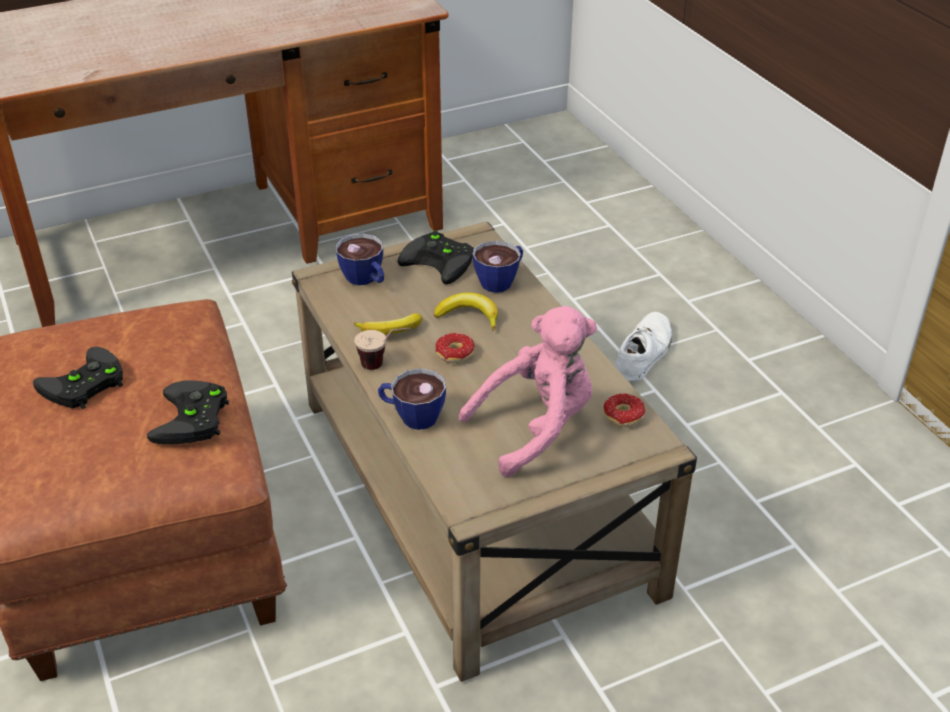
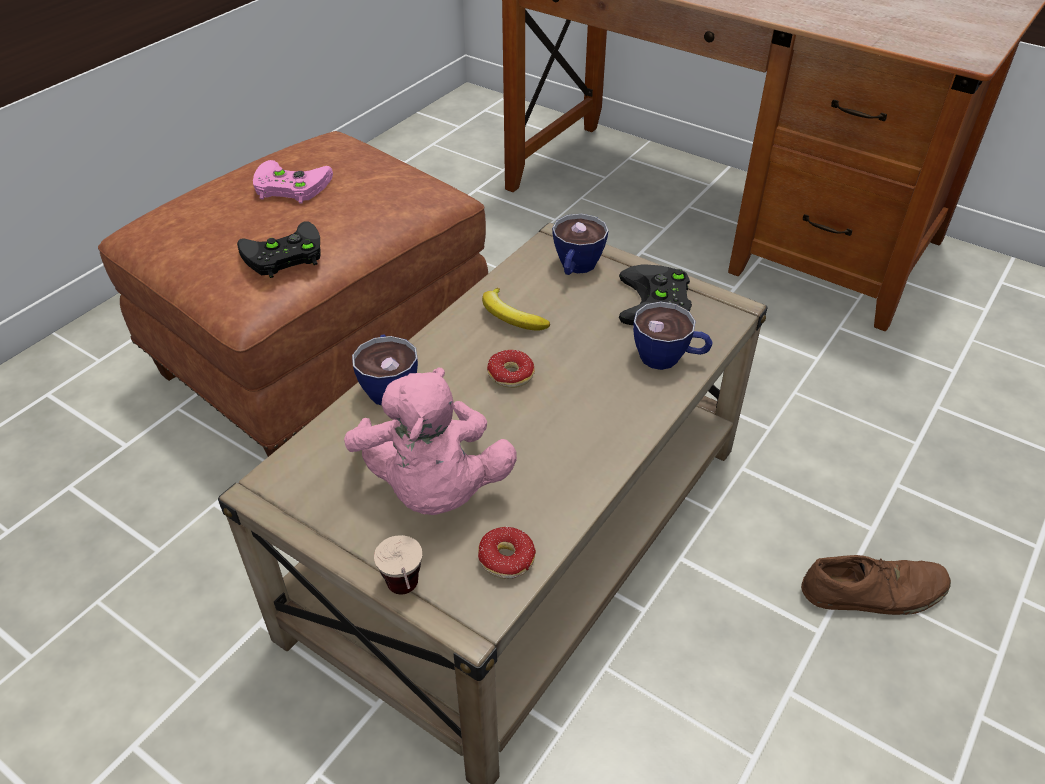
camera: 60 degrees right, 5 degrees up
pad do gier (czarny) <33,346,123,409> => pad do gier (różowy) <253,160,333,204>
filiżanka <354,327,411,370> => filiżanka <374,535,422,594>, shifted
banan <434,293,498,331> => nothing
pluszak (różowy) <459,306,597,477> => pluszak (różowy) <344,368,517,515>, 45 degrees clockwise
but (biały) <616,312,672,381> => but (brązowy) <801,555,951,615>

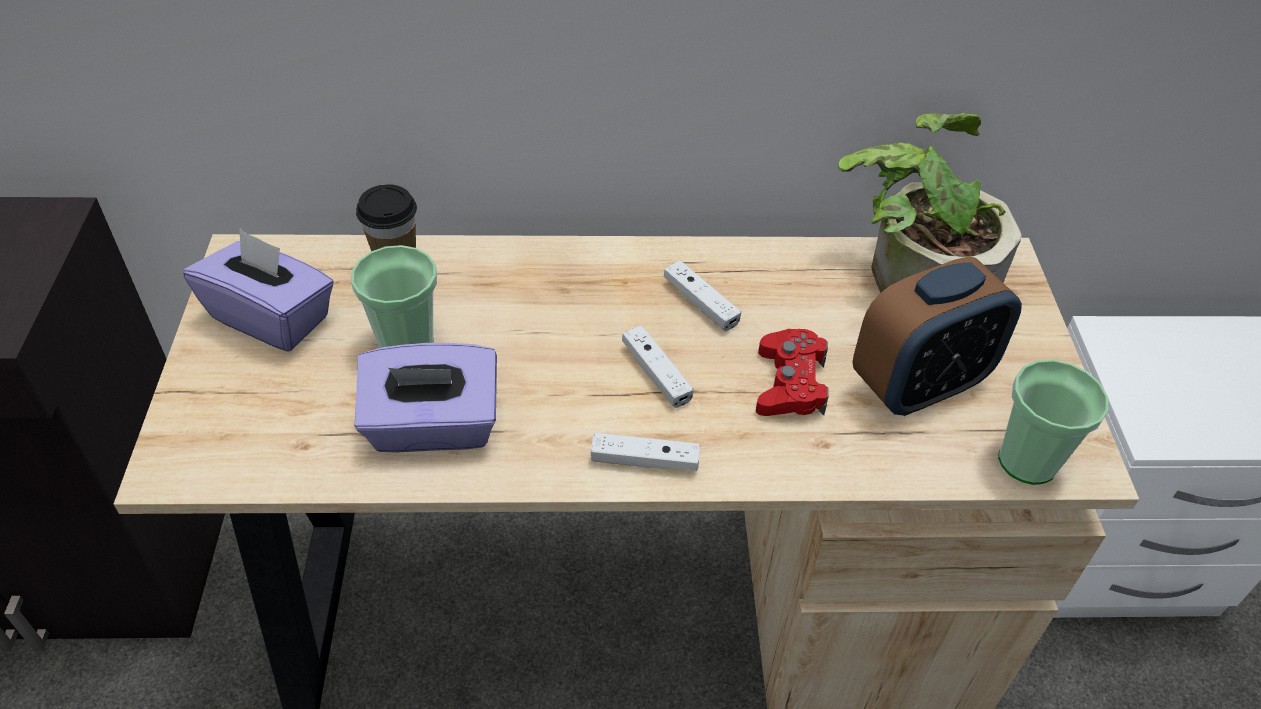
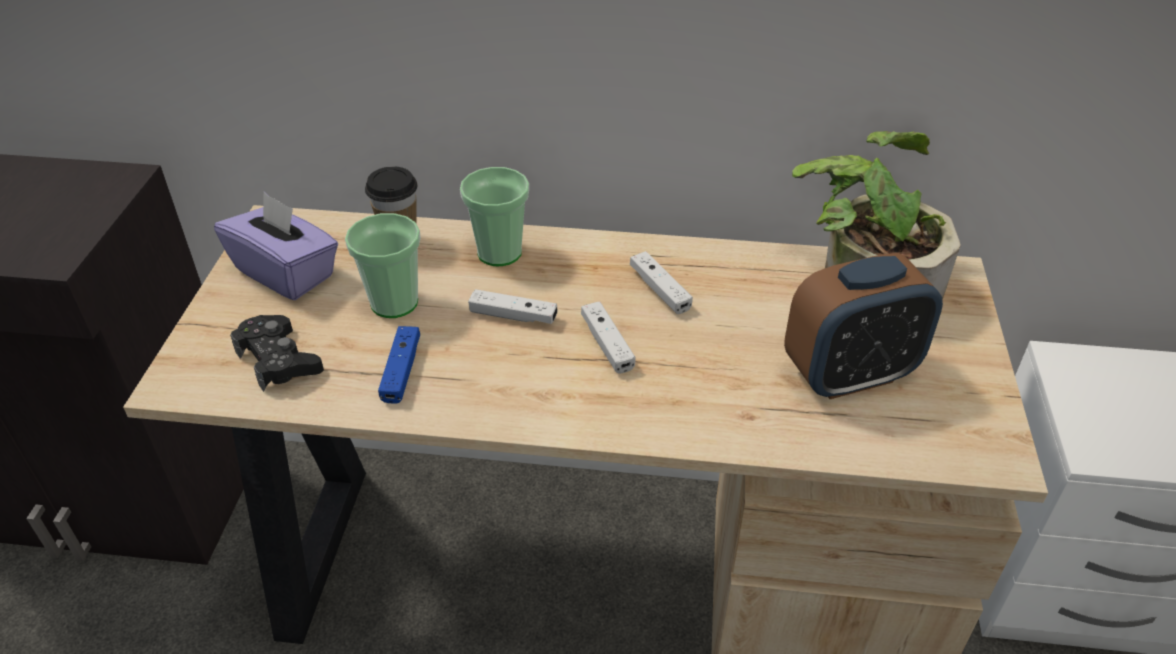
camera: 10 degrees right, 5 degrees down
pudełko chusteczek (fioletowy) <355,343,497,453> => pad do gier (niebieski) <378,326,420,404>
pad do gier (biały) <591,432,700,471> => pad do gier (biały) <468,289,558,324>, shifted
pad do gier (czerwony) <756,329,829,416> => nothing
filiżanka <998,359,1109,485> => filiżanka <460,167,529,266>, shifted
nothing => pad do gier (czarny) <230,315,324,392>

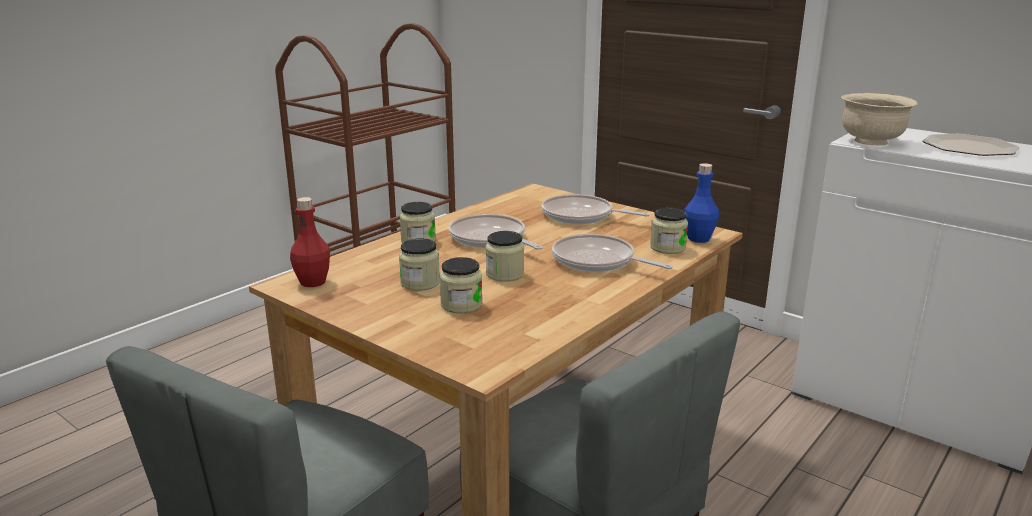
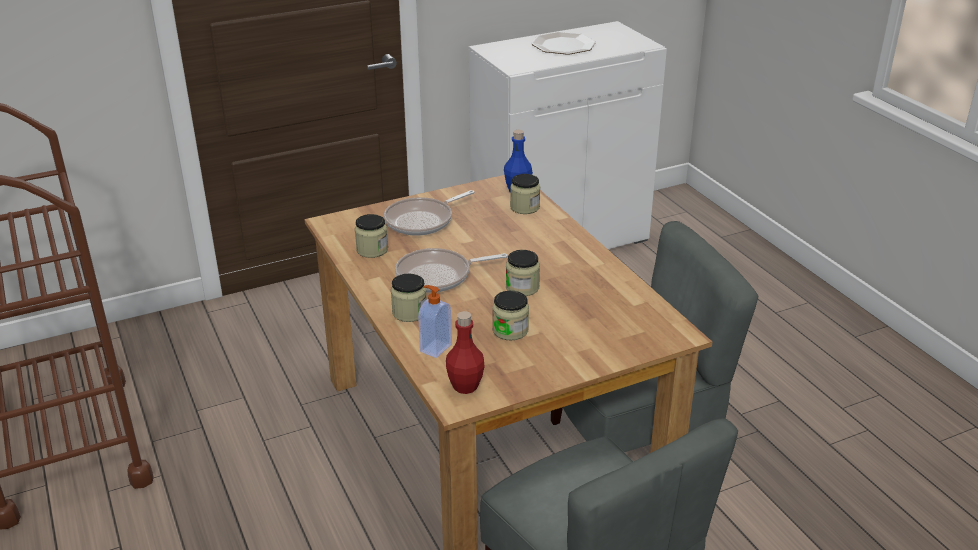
camera: 65 degrees left, 10 degrees up
słoik <440,257,483,314> => słoik <355,214,388,258>, shifted
patelnia <552,234,673,272> => nothing
miska (beżowy) <841,93,918,146> => nothing
nothing => dozownik mydła <418,285,452,358>

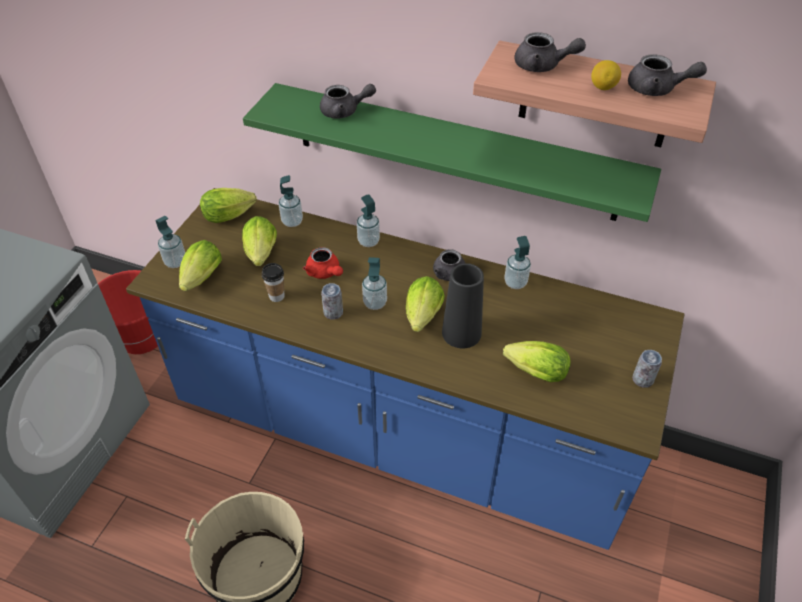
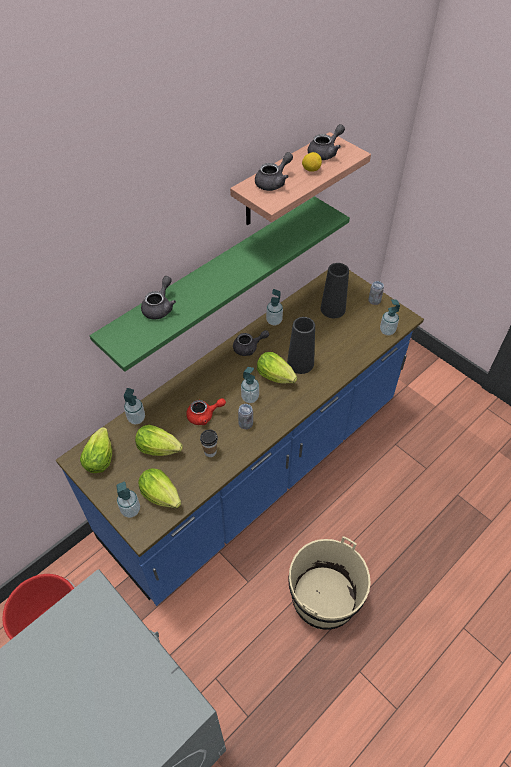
camera: 65 degrees left, 5 degrees up
dozownik mydła <357,194,380,247> => dozownik mydła <380,299,400,335>, shifted
sałata <503,341,571,382> => nothing
nothing => wazon (czarny) <321,263,349,318>

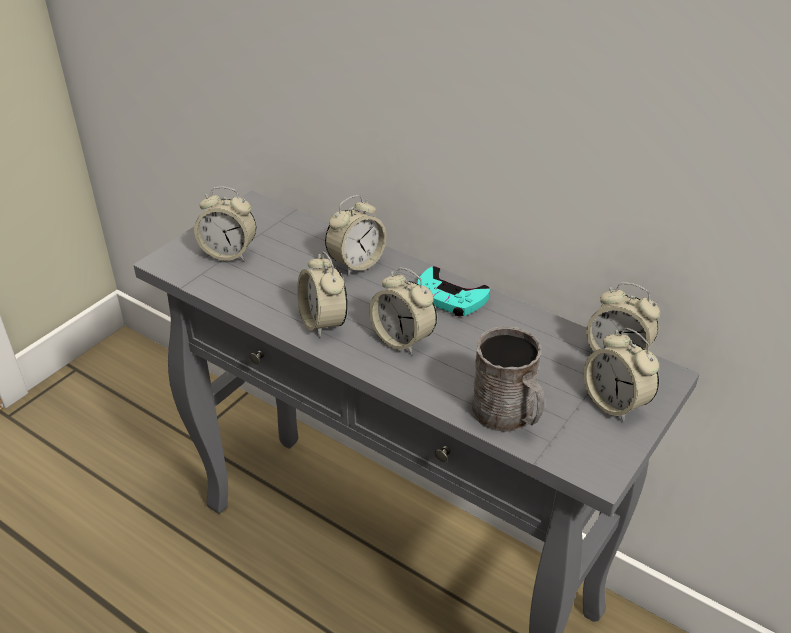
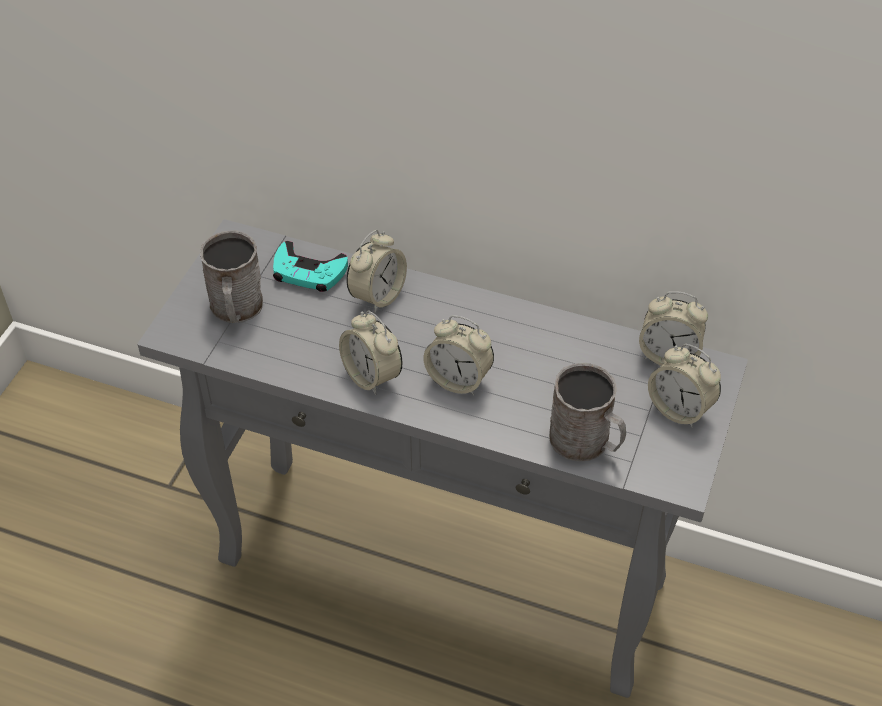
camera: 15 degrees left, 10 degrees up
budzik <194,186,256,261> => kubek (szary) <200,230,263,323>
pad do gier (turkusowy) <417,266,490,316> => pad do gier (turkusowy) <273,241,348,292>, shifted

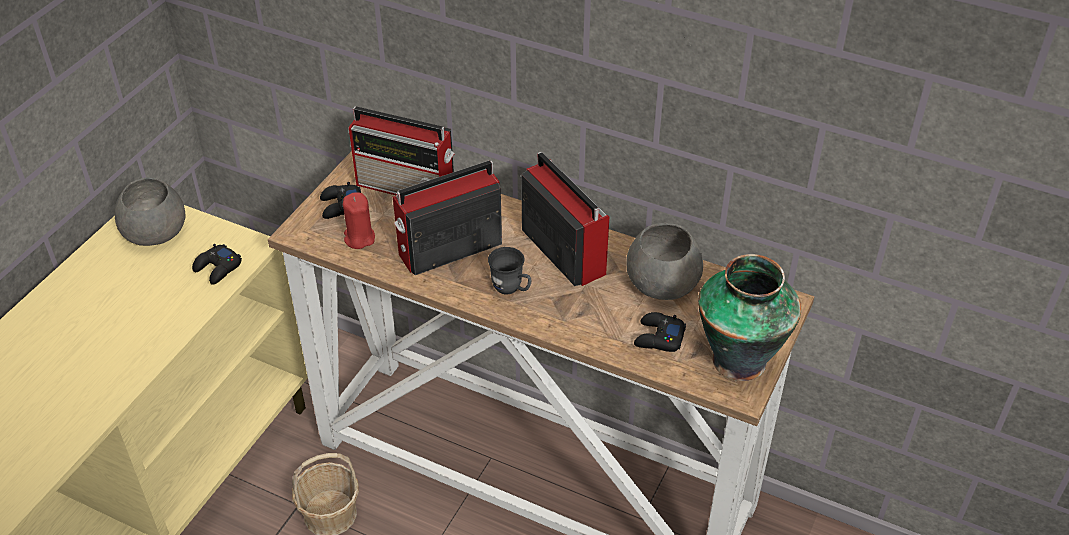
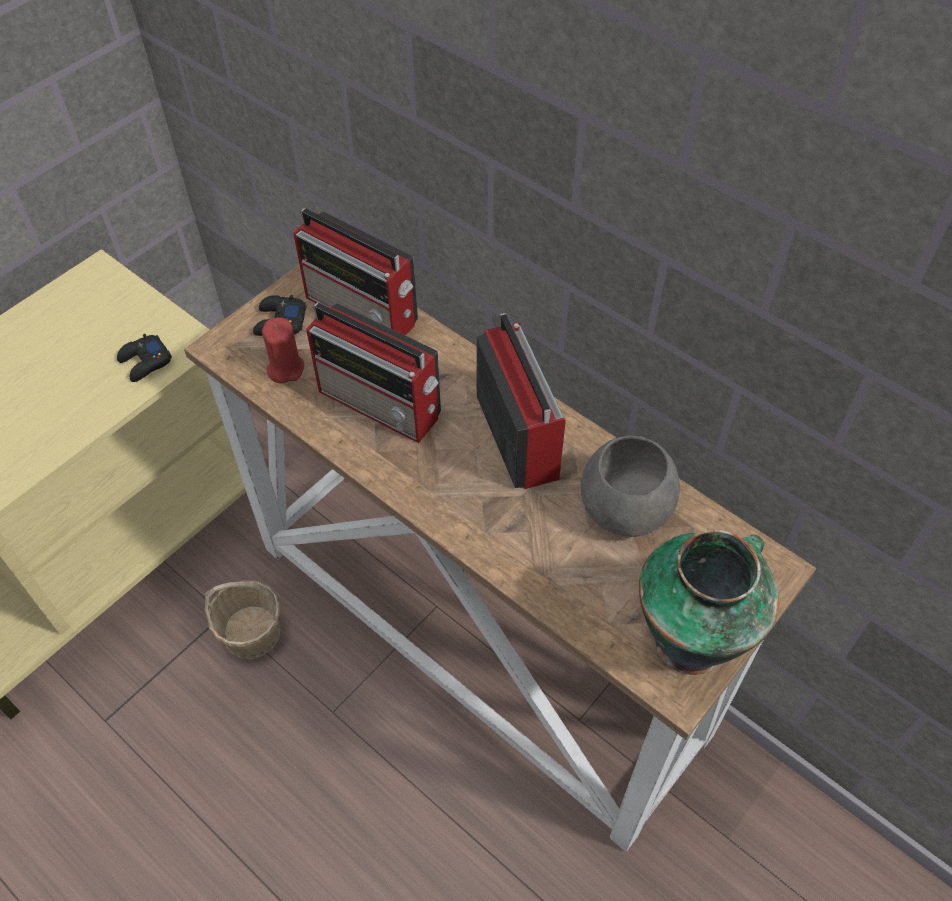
camera: 15 degrees right, 10 degrees up
miska (szary) <114,177,185,246> => nothing
radio <393,160,502,275> => radio <306,303,441,443>, 135 degrees counterclockwise
kubek (szary) <488,247,532,294> => nothing
pad do gier (czarny) <634,312,686,352> => nothing

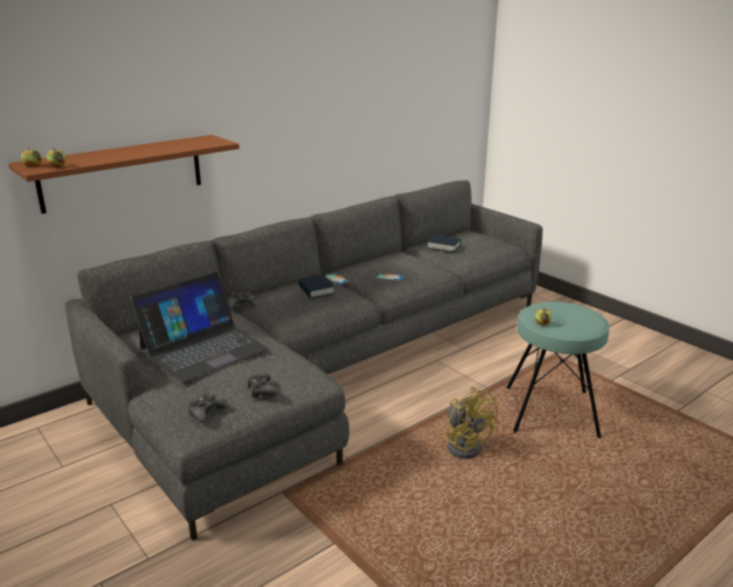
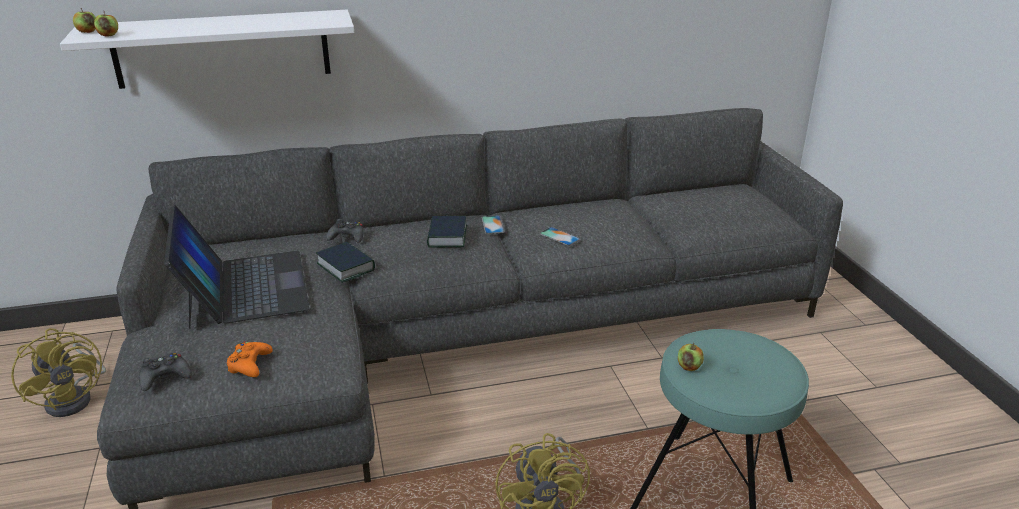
camera: 25 degrees right, 5 degrees up
półka (brązowy) <8,135,239,214> => półka (biały) <60,10,354,89>
laptop <131,272,268,383> => laptop <164,205,309,329>, 90 degrees counterclockwise
pad do gier (czarny) <247,373,278,398> => pad do gier (pomarańczowy) <227,341,273,377>
książka <427,235,461,253> => książka <316,242,375,283>, shifted
nothing => wentylator (żółty) <11,328,106,417>

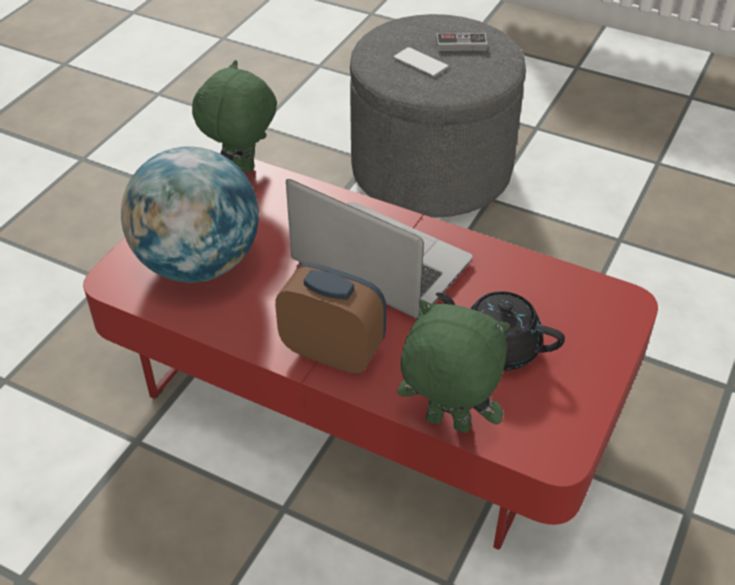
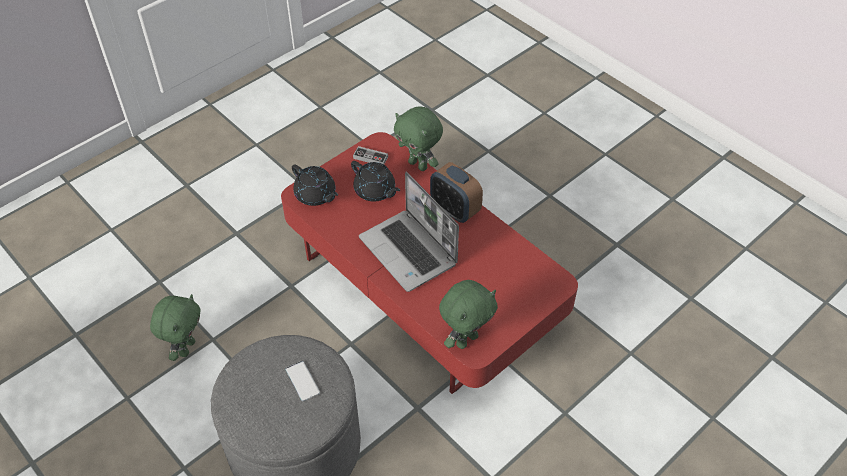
camera: 160 degrees left, 5 degrees up
globus <121,147,259,283> => nothing
pad do gier <436,33,488,51> => pad do gier <353,146,388,164>, shifted
nothing => pluszak (zielony) <150,294,201,361>
nothing => imbryk (czarny) <292,165,338,206>

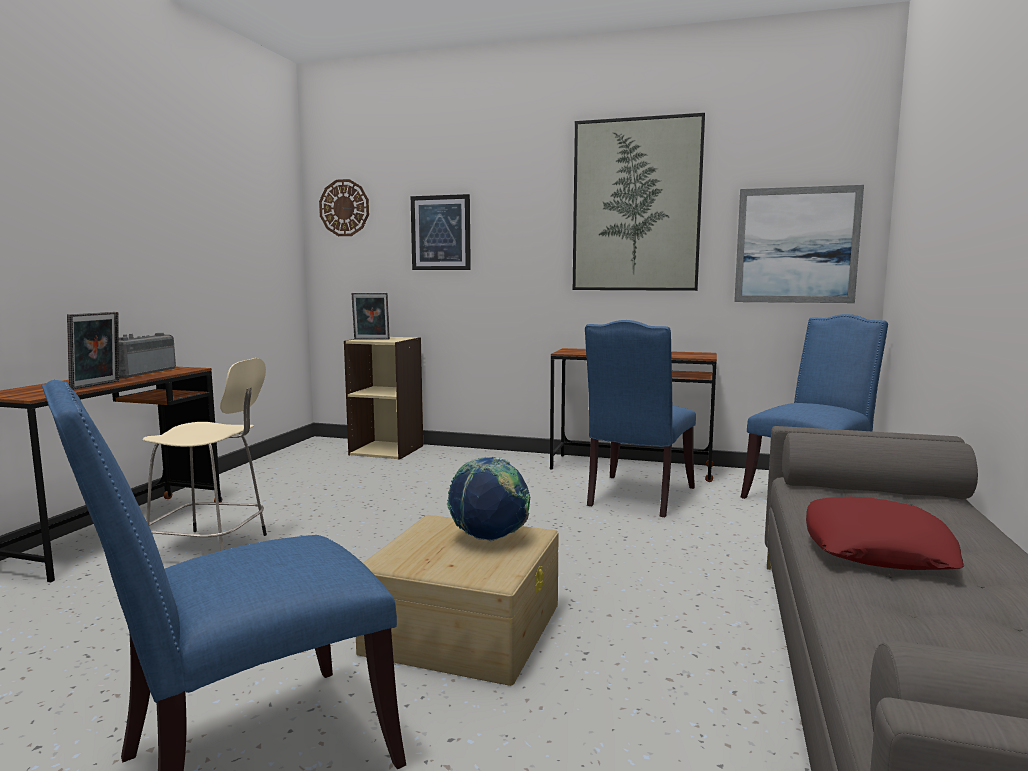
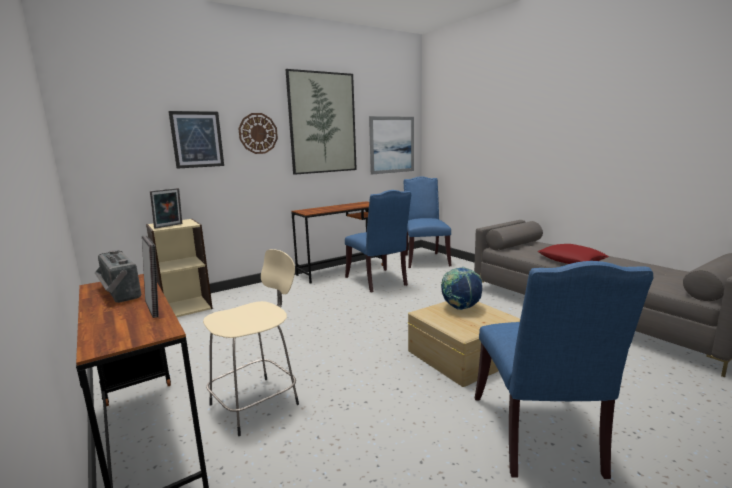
camera: 50 degrees left, 5 degrees up
zegar ścienny <319,179,369,236> => zegar ścienny <238,113,278,154>, shifted

